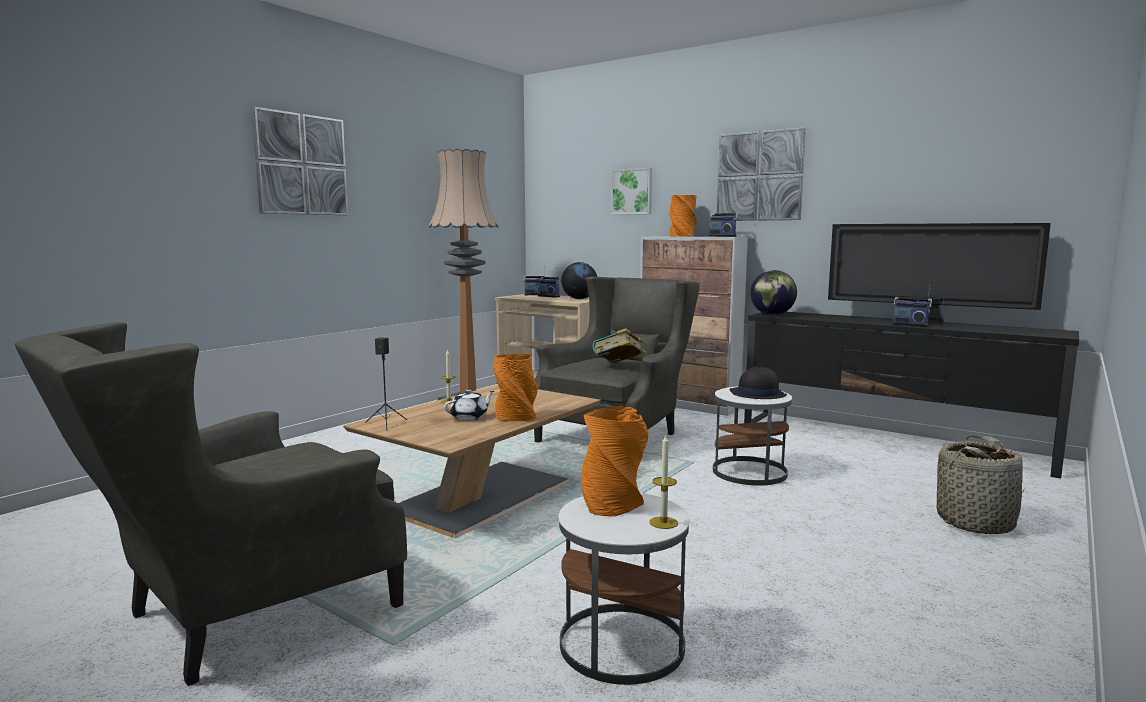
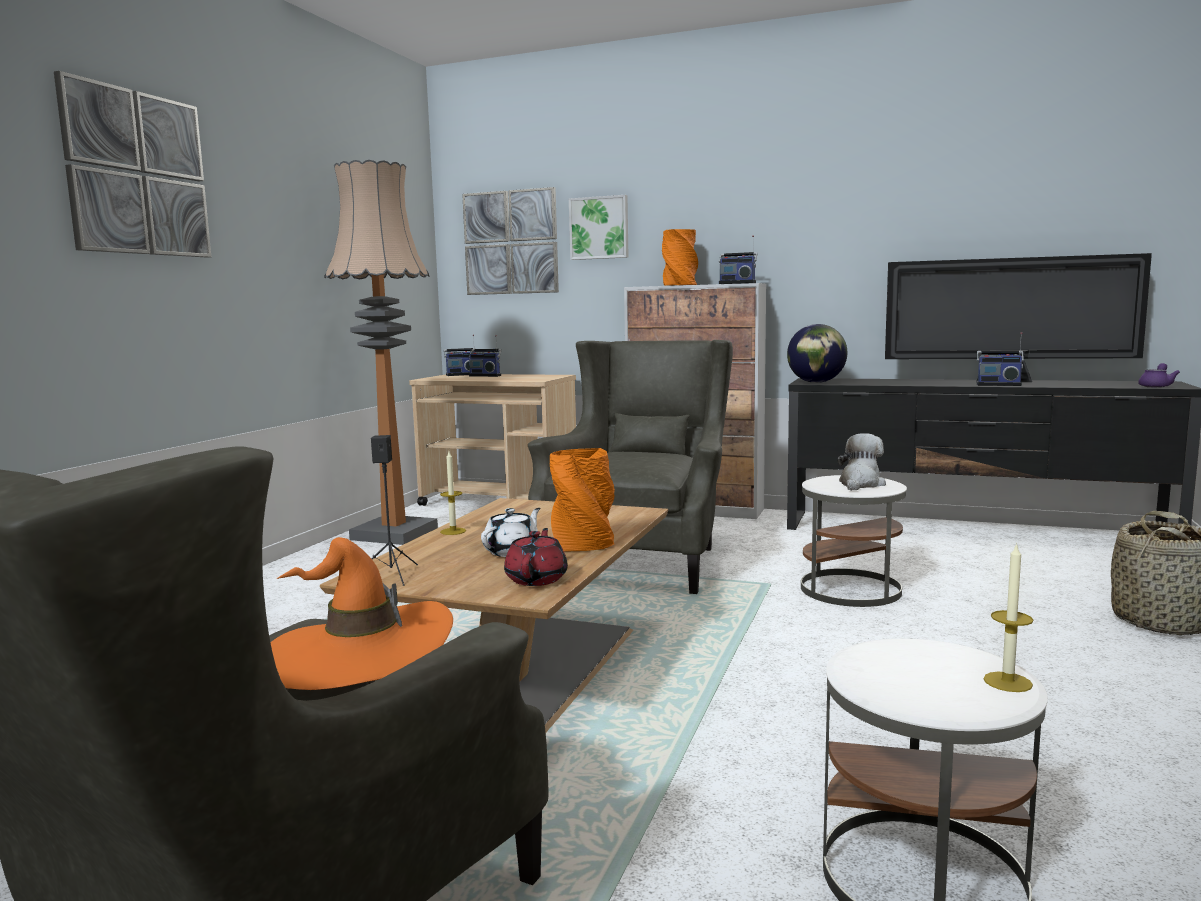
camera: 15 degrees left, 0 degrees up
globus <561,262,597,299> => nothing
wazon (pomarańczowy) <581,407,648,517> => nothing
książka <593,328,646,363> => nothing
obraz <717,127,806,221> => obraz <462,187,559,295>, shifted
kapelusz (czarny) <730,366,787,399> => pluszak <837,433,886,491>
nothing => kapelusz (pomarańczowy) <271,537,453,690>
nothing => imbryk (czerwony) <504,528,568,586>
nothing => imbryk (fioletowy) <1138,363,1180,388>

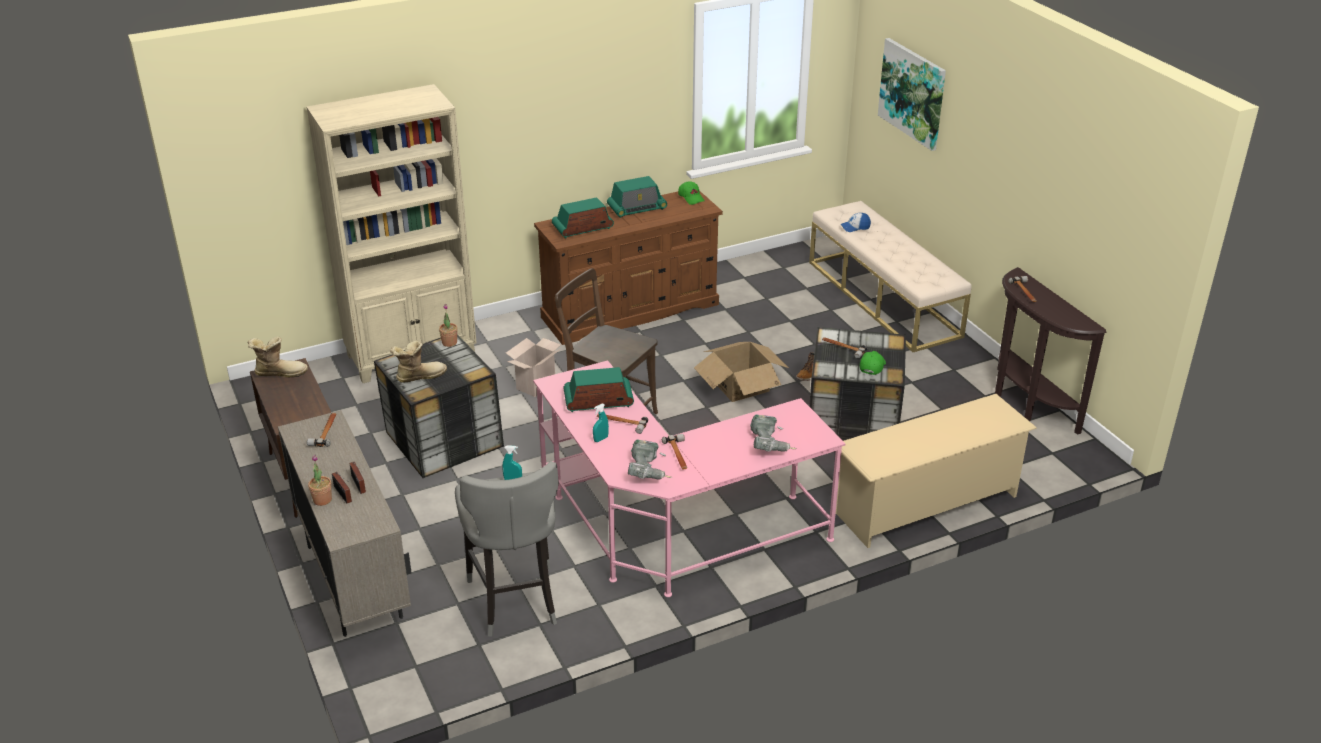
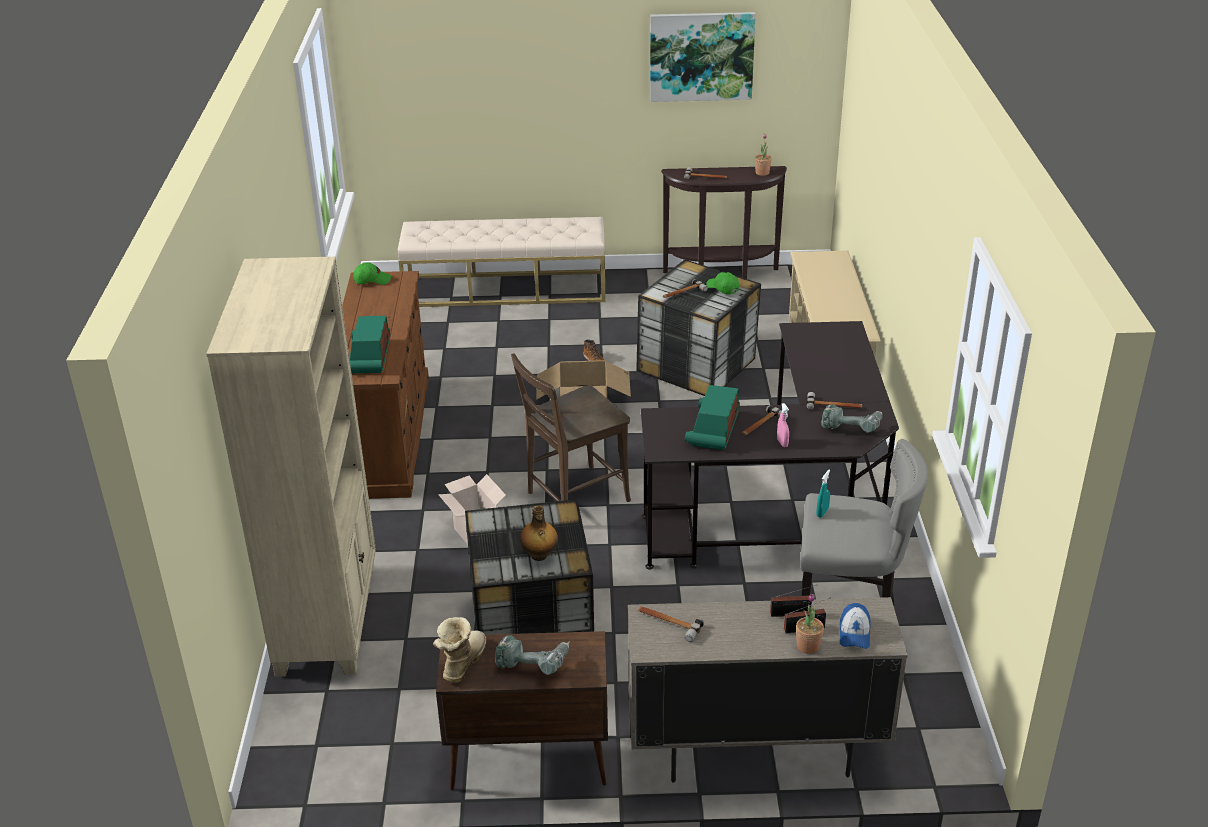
camera: 65 degrees left, 0 degrees up
but z cholewką <390,341,447,383> => butelka <520,505,558,561>
roślina doniczkowa <439,304,457,347> => roślina doniczkowa <755,134,772,176>, shifted
biurko (różowy) <533,360,846,597> => biurko (czarny) <641,321,899,570>
spryskiwacz (turkusowy) <593,404,609,442> => spryskiwacz (różowy) <777,403,789,447>
radio <607,176,667,218> => nothing
wiertarka <750,415,797,452> => wiertarka <495,635,570,675>, shifted
czapka z daszkiem <840,213,871,232> => czapka z daszkiem <840,603,871,649>, shifted
obraz <878,38,946,151> => obraz <650,12,756,102>, shifted

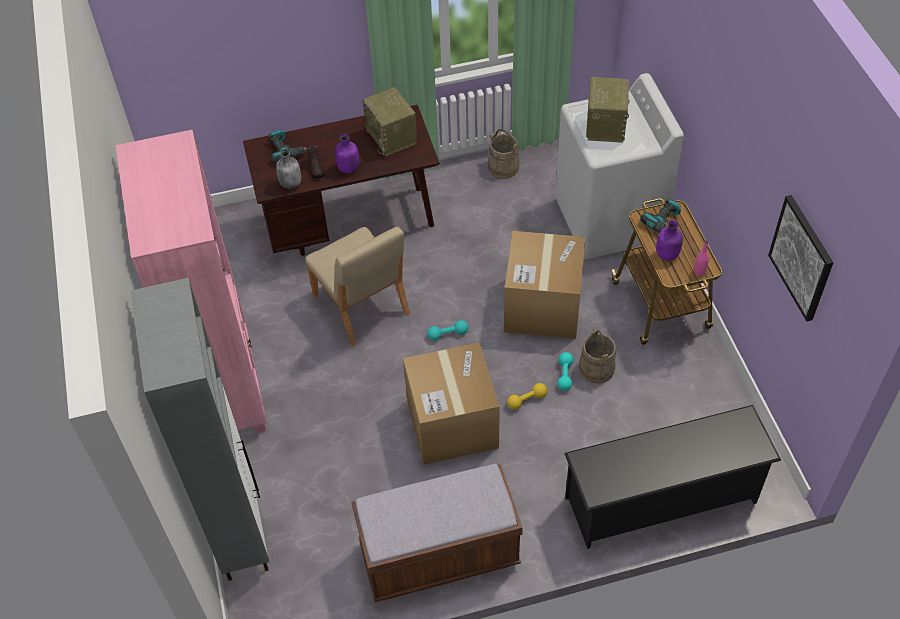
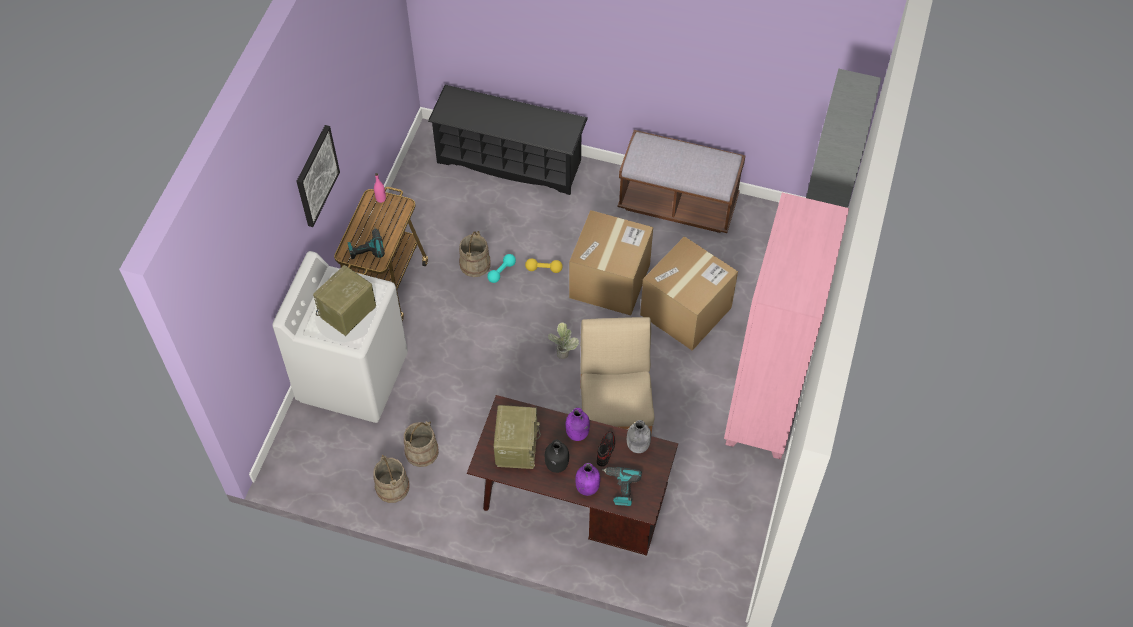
camera: 150 degrees left, 5 degrees up
hantel (turkusowy) <427,320,468,341> => roślina doniczkowa <548,322,579,359>
karton <504,231,585,339> => karton <640,236,738,351>, shifted
butelka (fioletowy) <656,220,683,261> => butelka (fioletowy) <575,463,600,496>, shifted
obraz <768,195,833,322> => obraz <296,125,340,227>, shifted
nothing => wiadro (beżowy) <404,421,439,467>
nothing => butelka (czarny) <545,440,569,473>

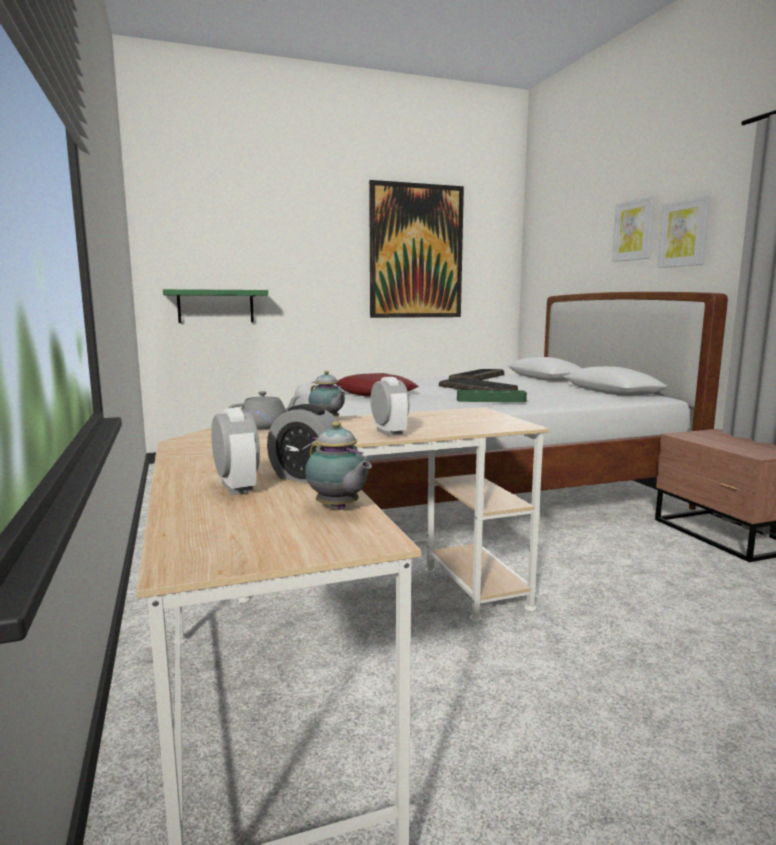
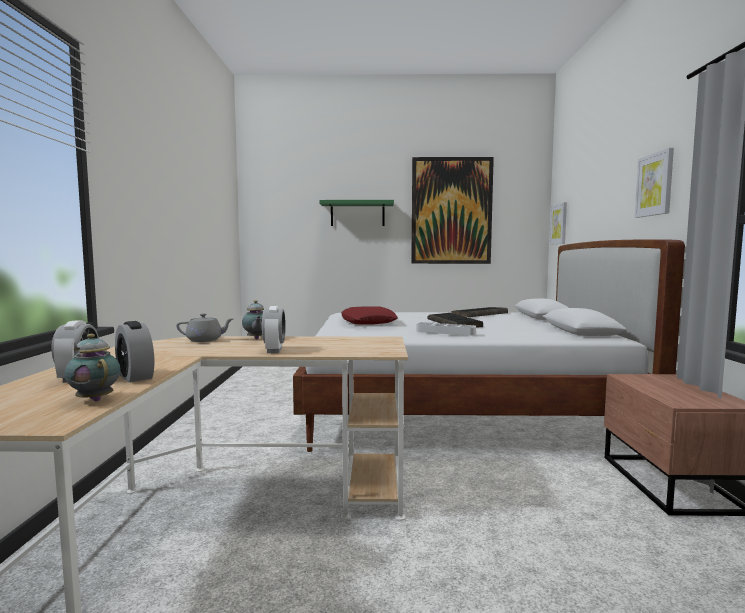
camera: 20 degrees right, 5 degrees down
półka (zielony) <163,289,268,323> => półka (zielony) <319,200,394,226>, shifted
imbryk <305,421,372,510> => imbryk <64,334,121,401>, 150 degrees clockwise
taca (zielony) <457,390,527,402> => taca (szary) <417,322,476,336>
obraz <612,196,655,262> => obraz <549,202,567,245>, shifted

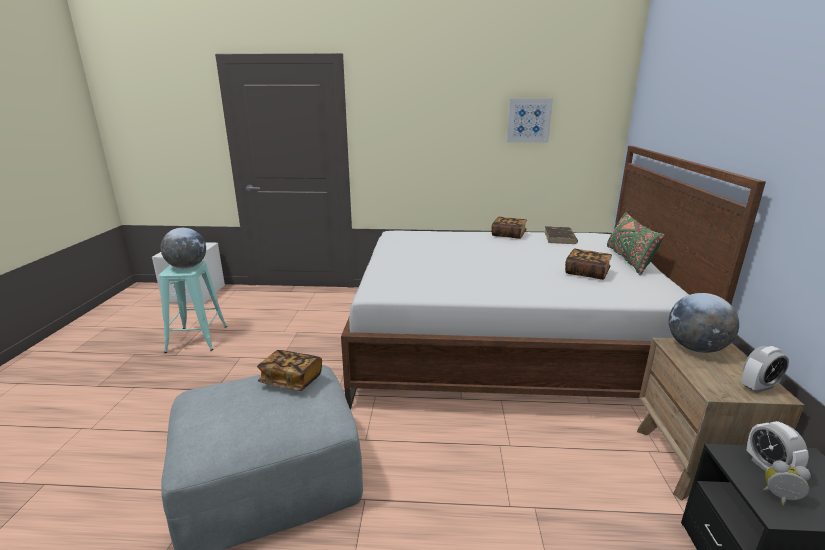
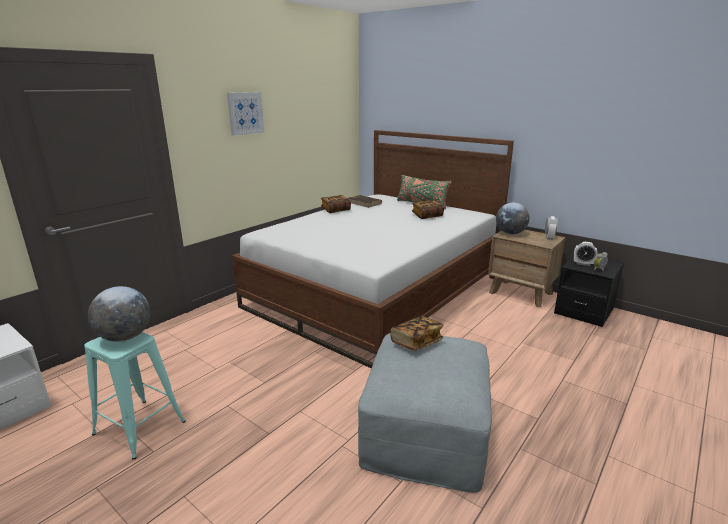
camera: 55 degrees left, 0 degrees up
obraz <507,99,553,142> => obraz <227,92,264,136>, shifted

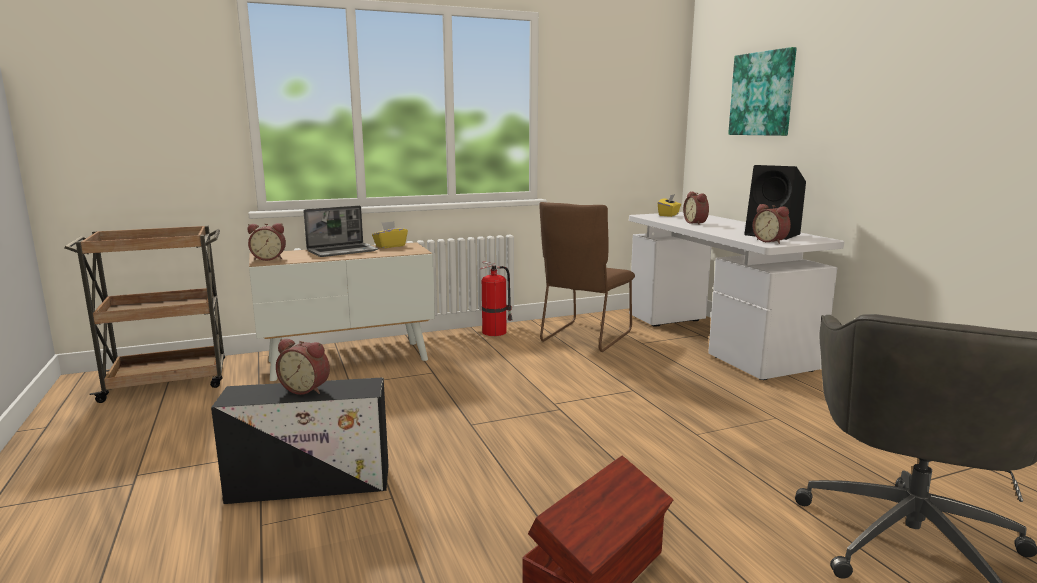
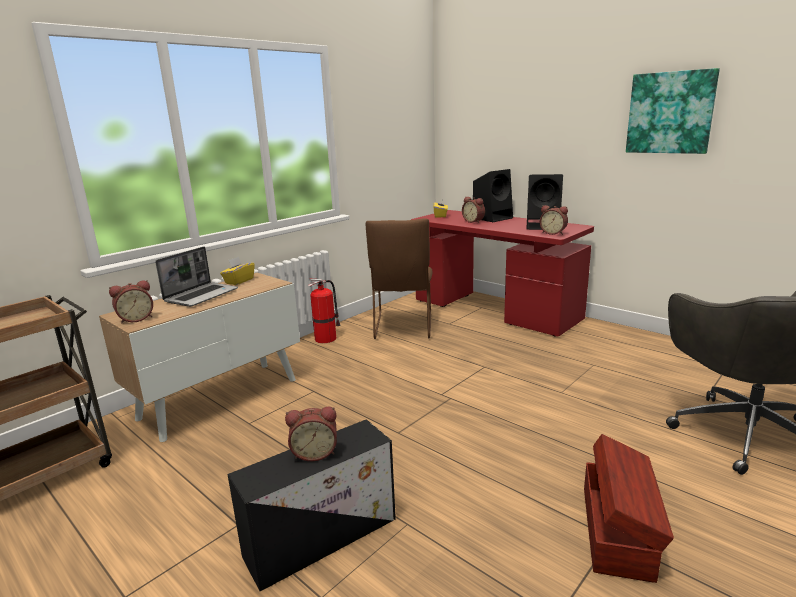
camera: 25 degrees left, 5 degrees up
biurko (biały) <629,212,844,380> => biurko (czerwony) <411,210,594,337>
obraz <728,47,797,136> => obraz <626,68,720,154>, shifted
nothing => głośnik (czarny) <473,169,513,222>

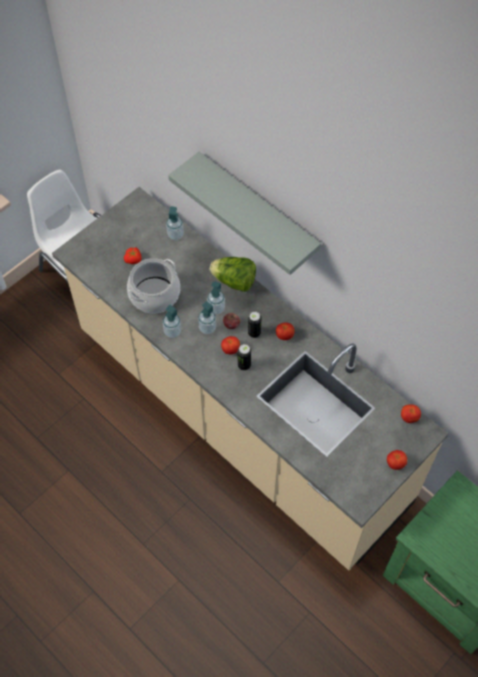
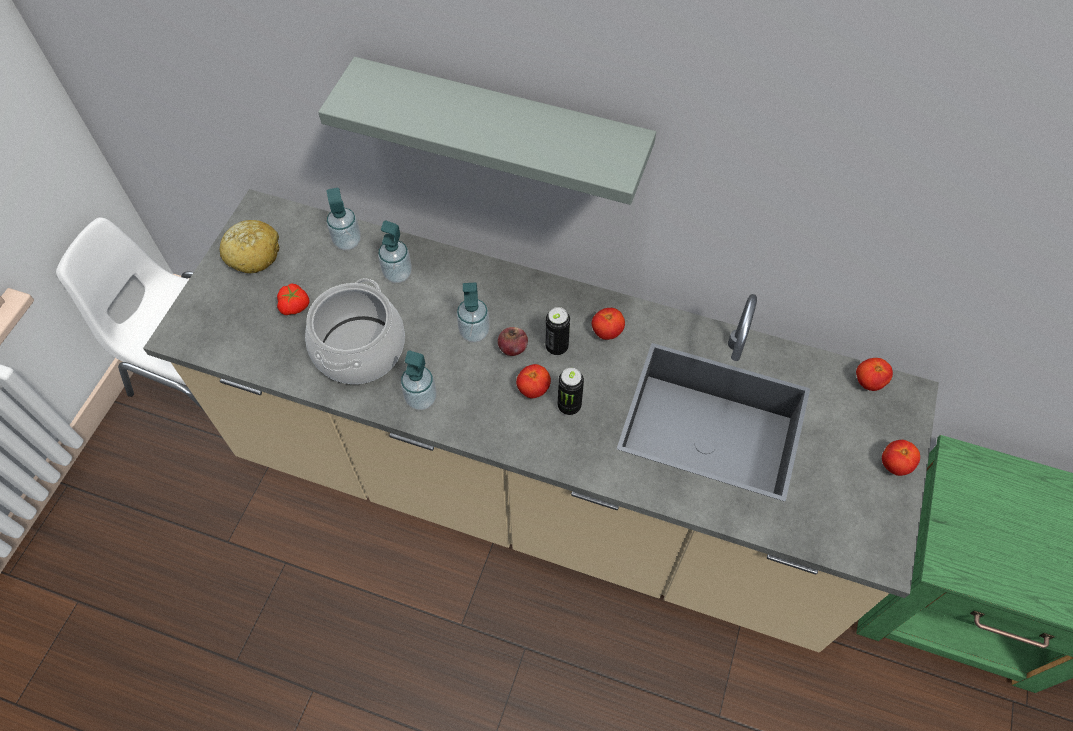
camera: 25 degrees left, 0 degrees up
dozownik mydła <198,301,216,334> => dozownik mydła <378,220,412,283>, shifted
sałata <210,257,256,292> => nothing
nothing => chleb <220,220,279,273>

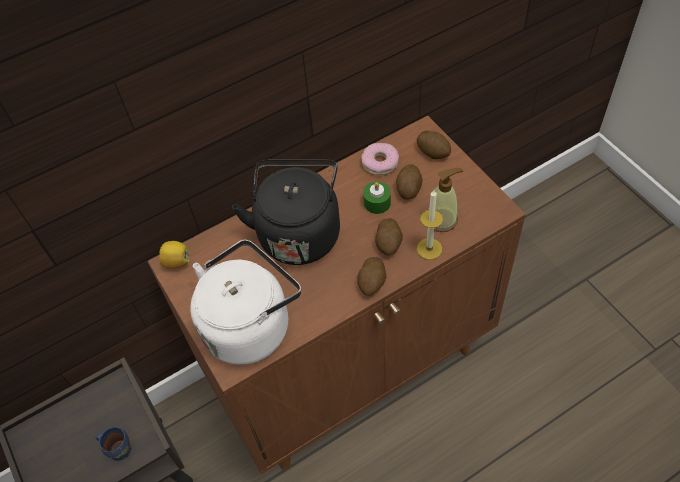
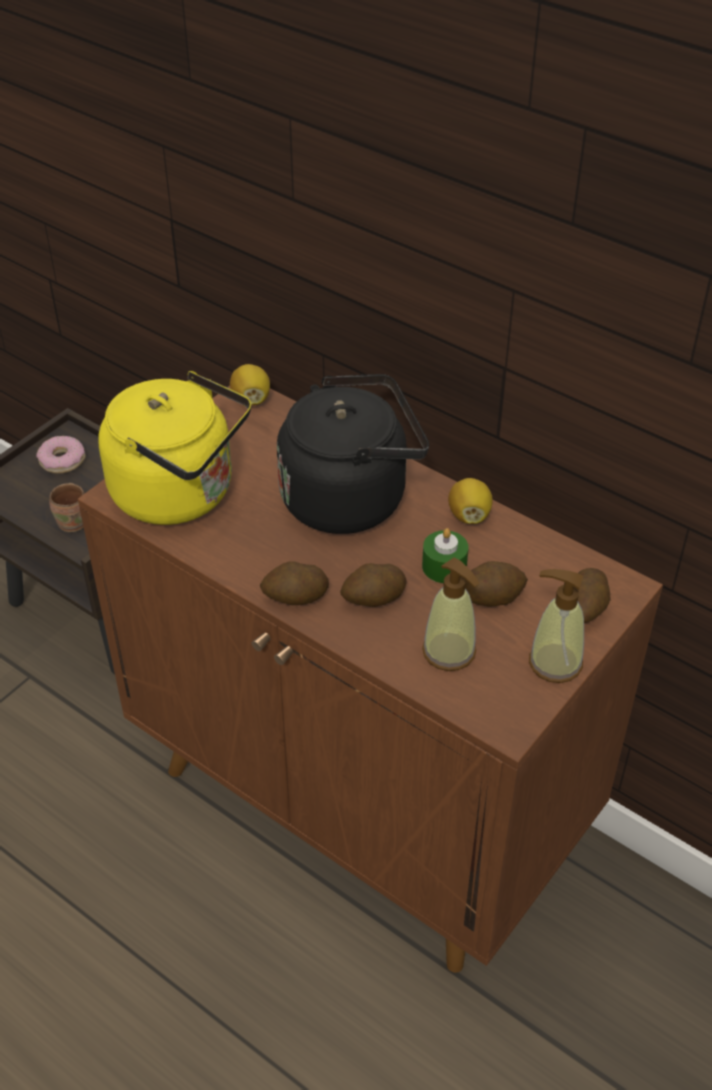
camera: 65 degrees right, 10 degrees down
kubek (niebieski) <96,427,131,461> => kubek (brązowy) <49,483,85,532>
czajnik (biały) <190,240,301,365> => czajnik (żółty) <98,371,251,525>
donut <362,143,399,175> => donut <36,436,85,474>, shifted
świeca <417,190,443,260> => nothing
nothing => cytryna <448,478,493,524>
nothing => dozownik mydła <529,569,584,683>

